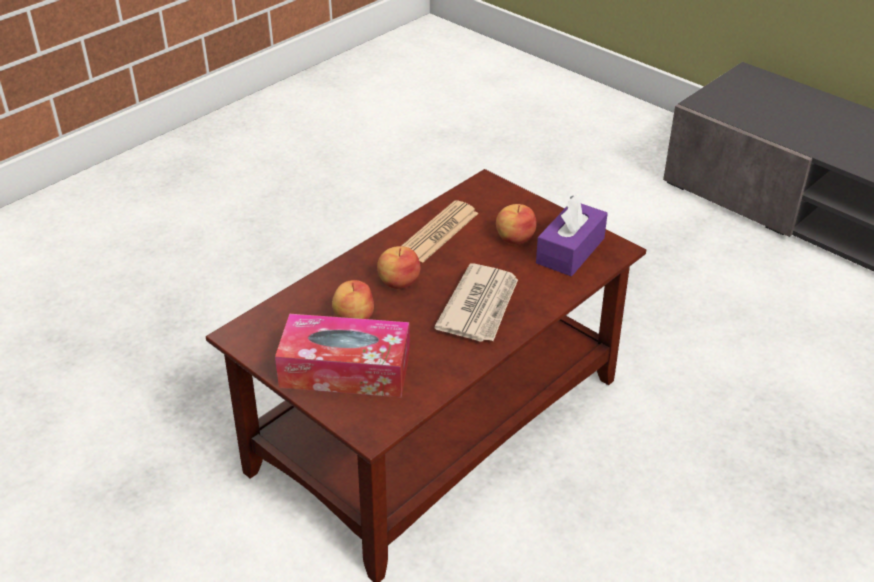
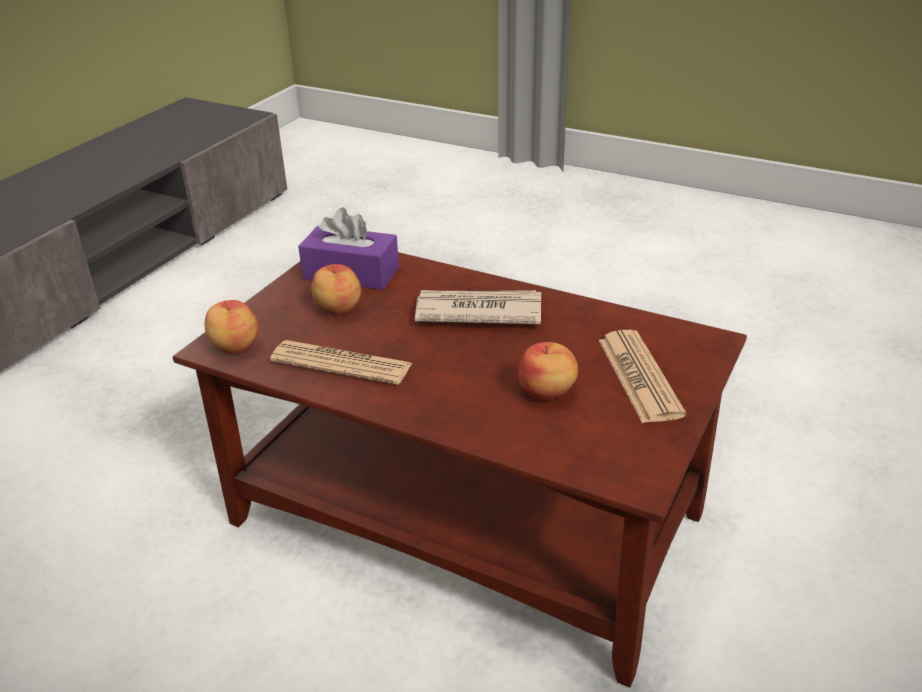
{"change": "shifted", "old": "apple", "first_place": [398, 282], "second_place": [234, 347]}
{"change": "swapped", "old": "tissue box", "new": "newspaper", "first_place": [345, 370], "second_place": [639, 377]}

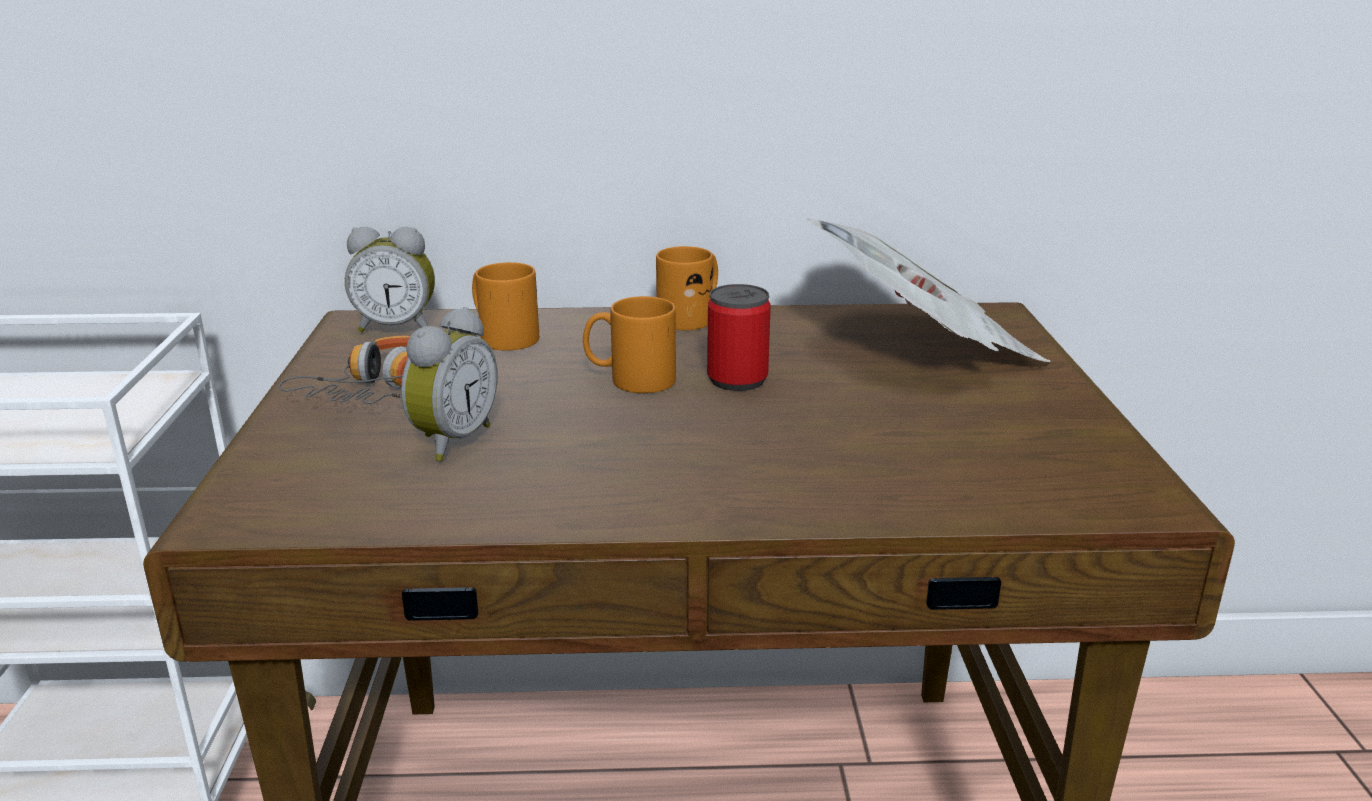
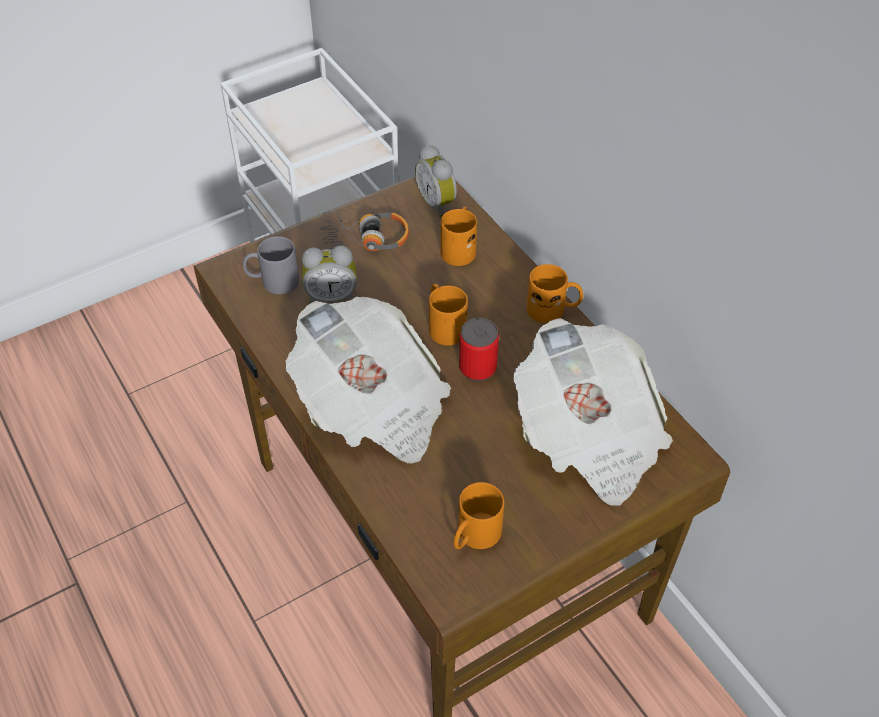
{"change": "new", "new": "mug (grey)", "second_place": [273, 282]}
{"change": "new", "new": "newspaper", "second_place": [373, 406]}
{"change": "new", "new": "mug (orange)", "second_place": [474, 537]}

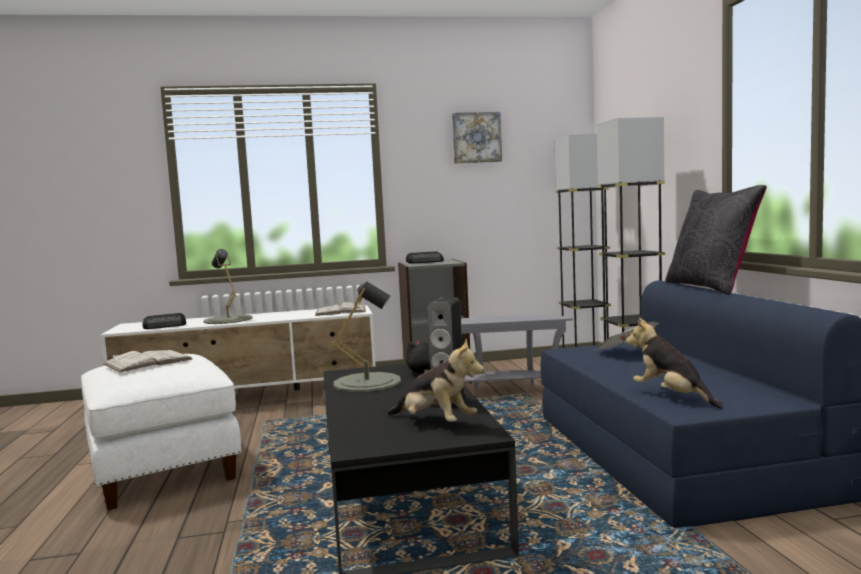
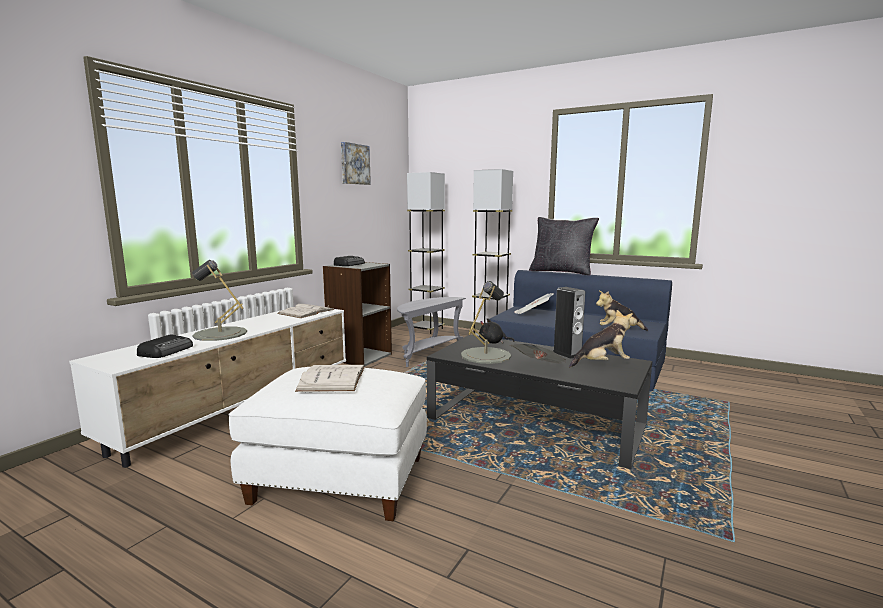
{"change": "new", "new": "newspaper", "second_place": [539, 369]}

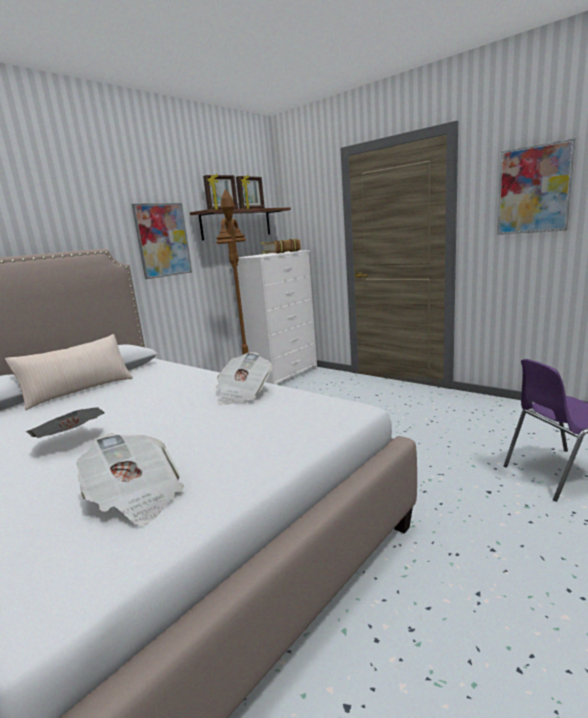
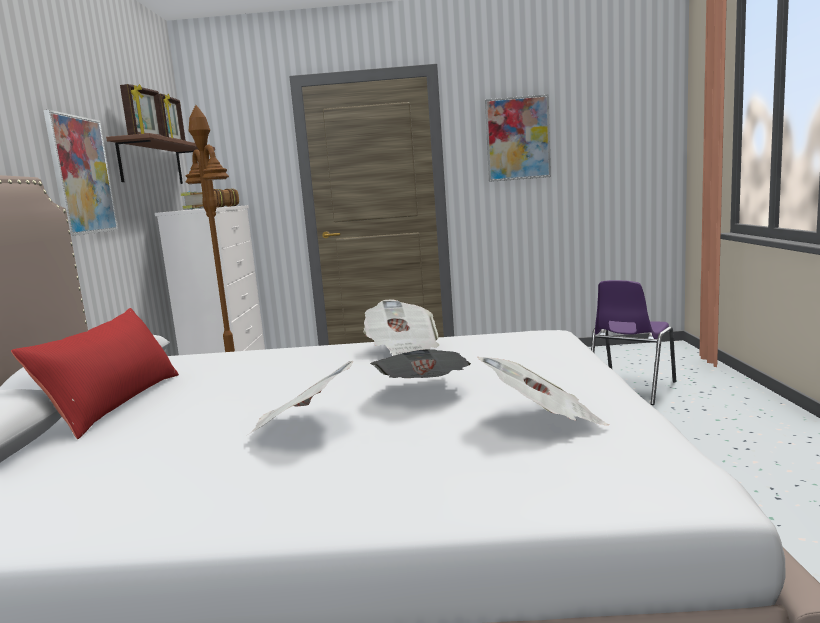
{"change": "repainted", "old": "pillow (beige)", "new": "pillow (red)", "first_place": [78, 390], "second_place": [115, 403]}
{"change": "new", "new": "newspaper", "second_place": [424, 392]}

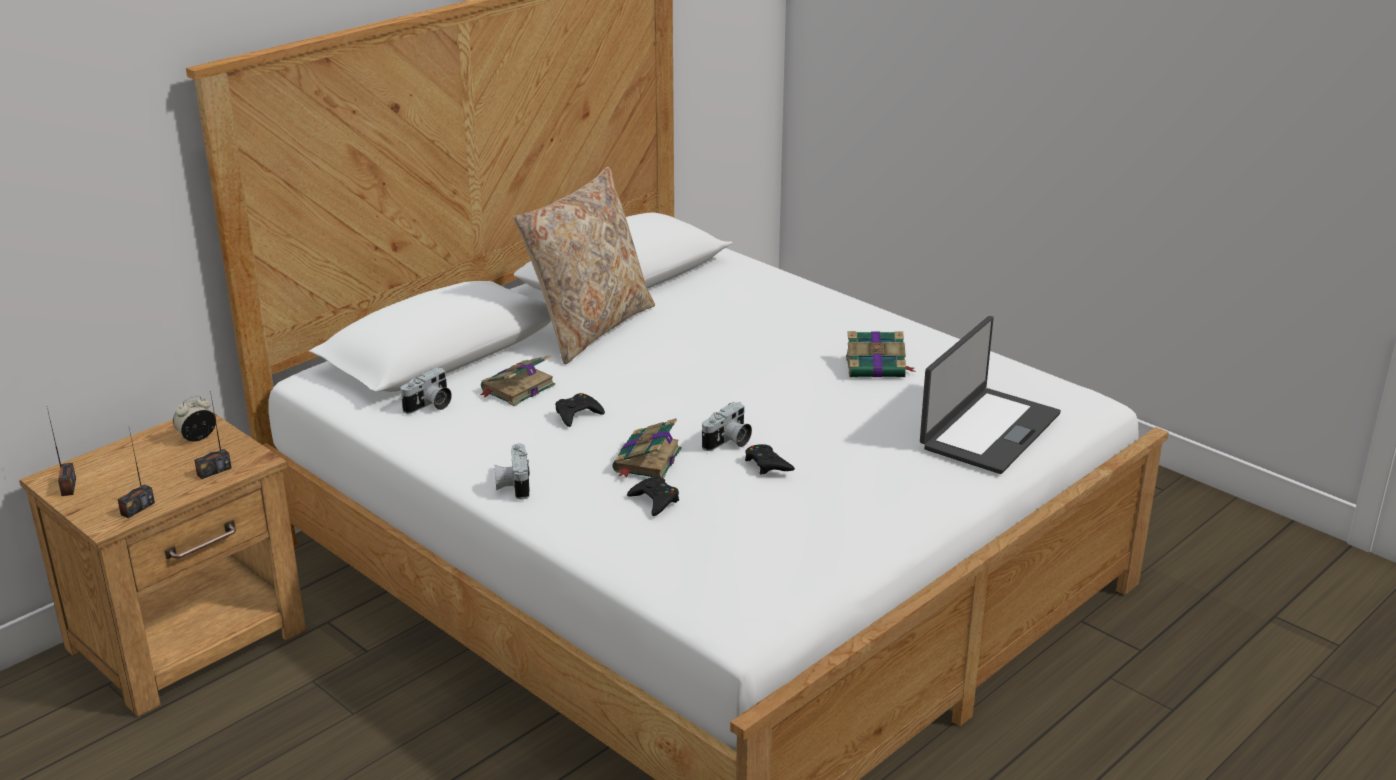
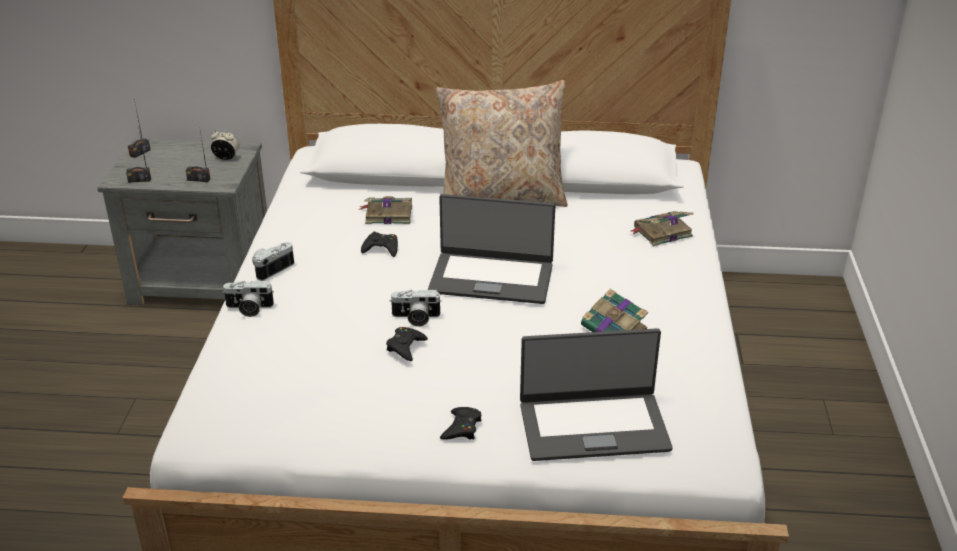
{"change": "repainted", "old": "nightstand (brown)", "new": "nightstand (grey)", "first_place": [190, 639], "second_place": [204, 280]}
{"change": "shifted", "old": "photo camera", "first_place": [430, 405], "second_place": [249, 309]}
{"change": "new", "new": "laptop", "second_place": [491, 277]}
{"change": "shifted", "old": "game controller (black)", "first_place": [655, 500], "second_place": [461, 428]}
{"change": "shifted", "old": "book", "first_place": [646, 461], "second_place": [661, 232]}

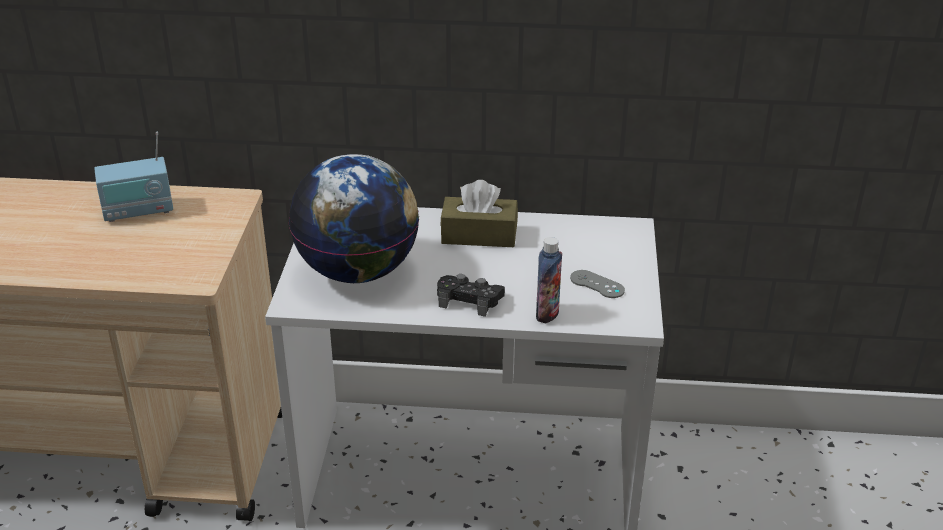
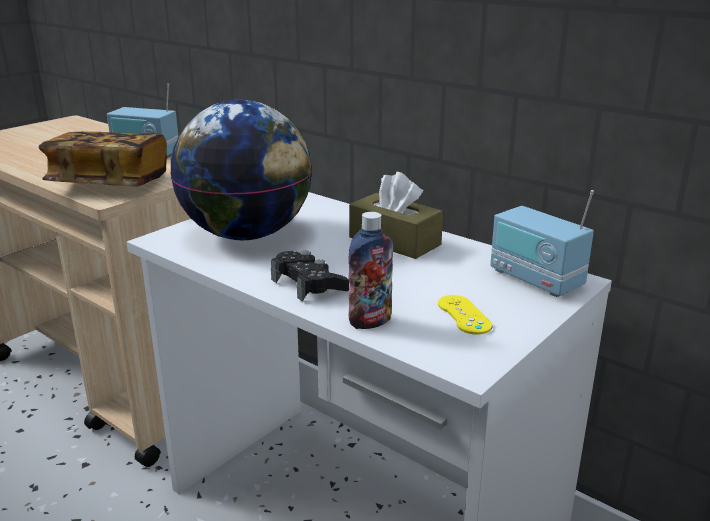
{"change": "new", "new": "book", "second_place": [110, 183]}
{"change": "repainted", "old": "game controller (grey)", "new": "game controller (yellow)", "first_place": [597, 284], "second_place": [464, 315]}
{"change": "new", "new": "radio", "second_place": [535, 280]}

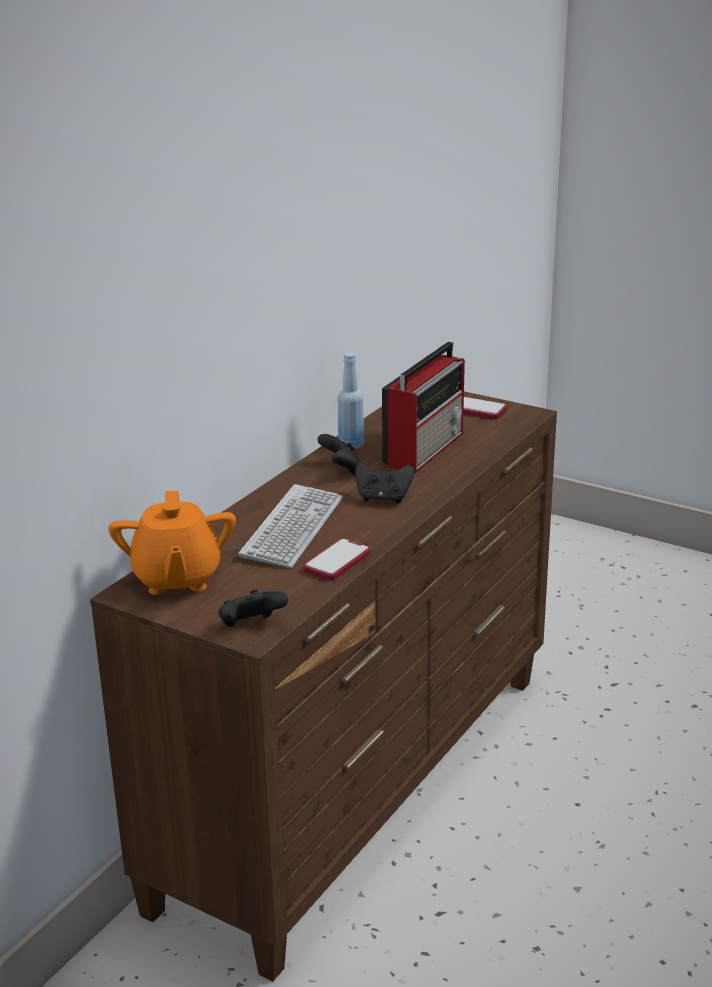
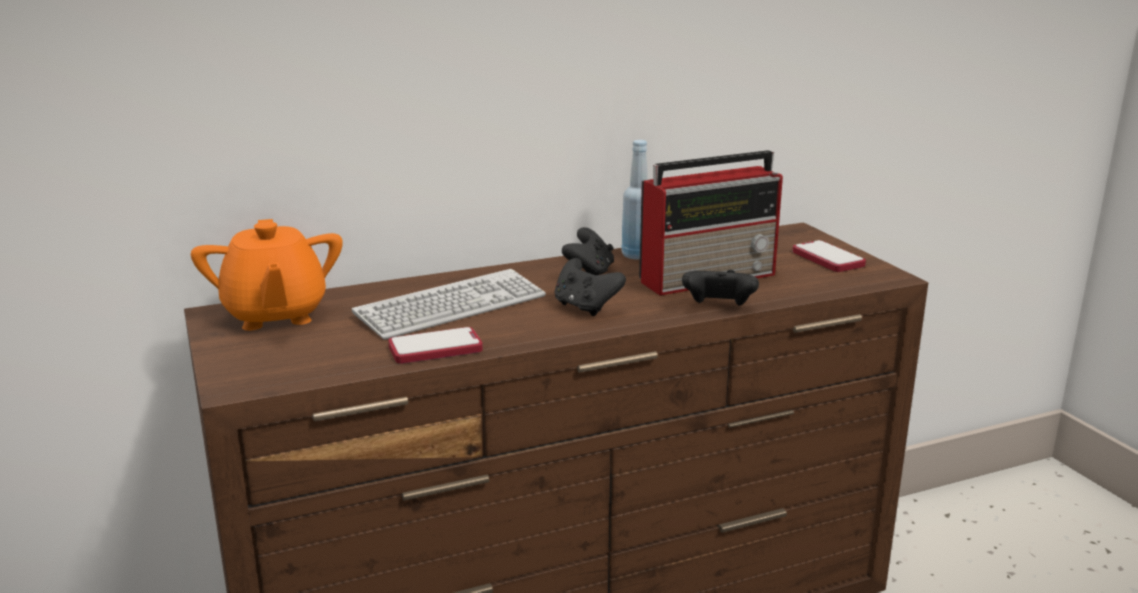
{"change": "rotated", "old": "teapot (orange)", "first_place": [177, 578], "second_place": [275, 315], "degrees": -45}
{"change": "shifted", "old": "game controller (black)", "first_place": [251, 626], "second_place": [718, 308]}

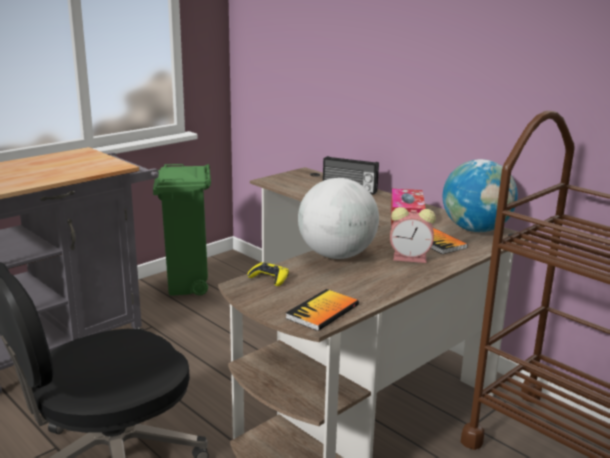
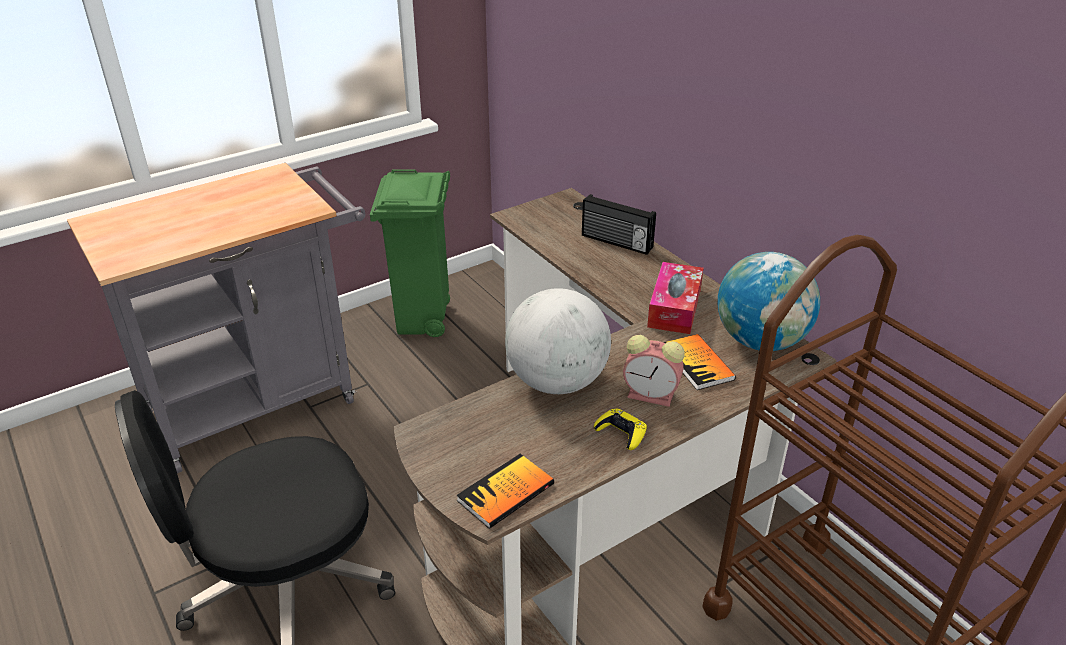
{"change": "shifted", "old": "game controller (yellow)", "first_place": [269, 278], "second_place": [621, 433]}

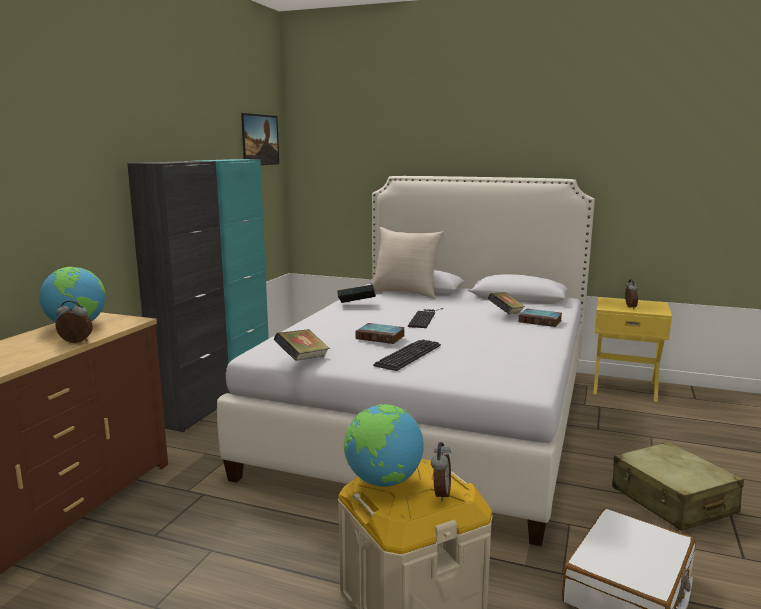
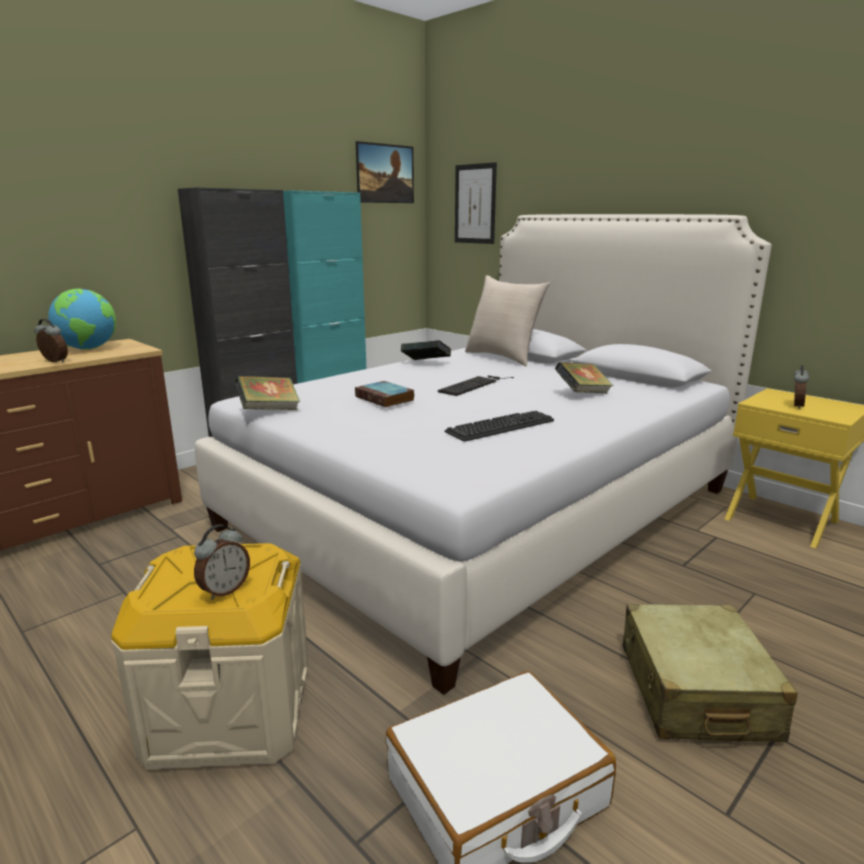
{"change": "shifted", "old": "keyboard", "first_place": [408, 355], "second_place": [500, 427]}
{"change": "new", "new": "picture", "second_place": [475, 204]}
{"change": "gone", "old": "globe", "first_place": [383, 481]}
{"change": "gone", "old": "book", "first_place": [541, 321]}

